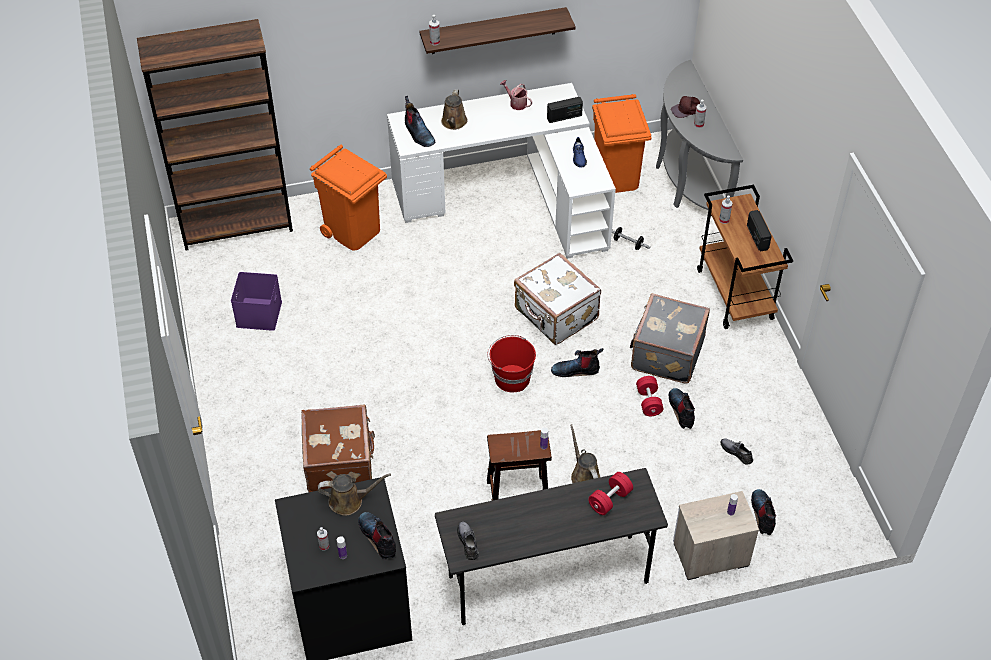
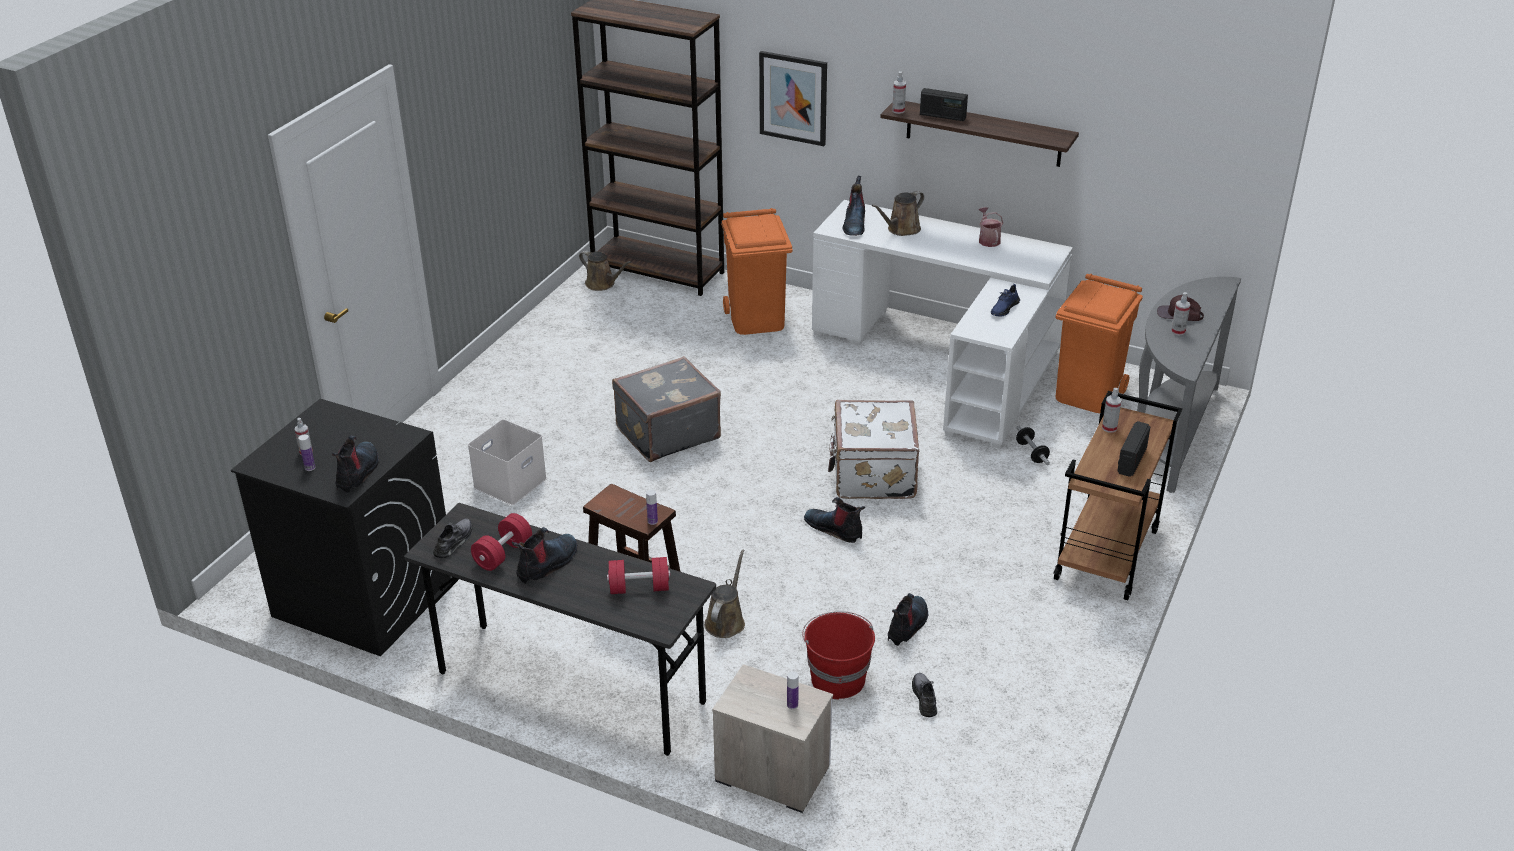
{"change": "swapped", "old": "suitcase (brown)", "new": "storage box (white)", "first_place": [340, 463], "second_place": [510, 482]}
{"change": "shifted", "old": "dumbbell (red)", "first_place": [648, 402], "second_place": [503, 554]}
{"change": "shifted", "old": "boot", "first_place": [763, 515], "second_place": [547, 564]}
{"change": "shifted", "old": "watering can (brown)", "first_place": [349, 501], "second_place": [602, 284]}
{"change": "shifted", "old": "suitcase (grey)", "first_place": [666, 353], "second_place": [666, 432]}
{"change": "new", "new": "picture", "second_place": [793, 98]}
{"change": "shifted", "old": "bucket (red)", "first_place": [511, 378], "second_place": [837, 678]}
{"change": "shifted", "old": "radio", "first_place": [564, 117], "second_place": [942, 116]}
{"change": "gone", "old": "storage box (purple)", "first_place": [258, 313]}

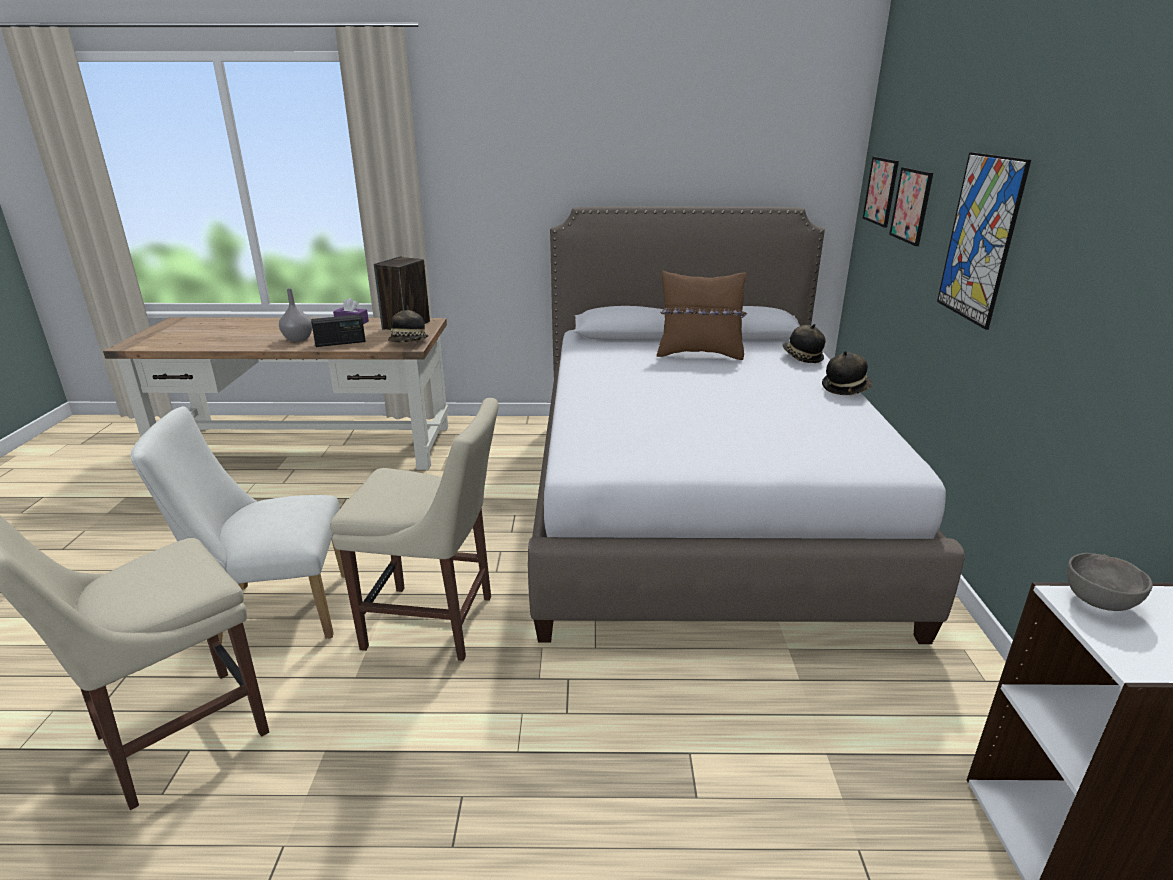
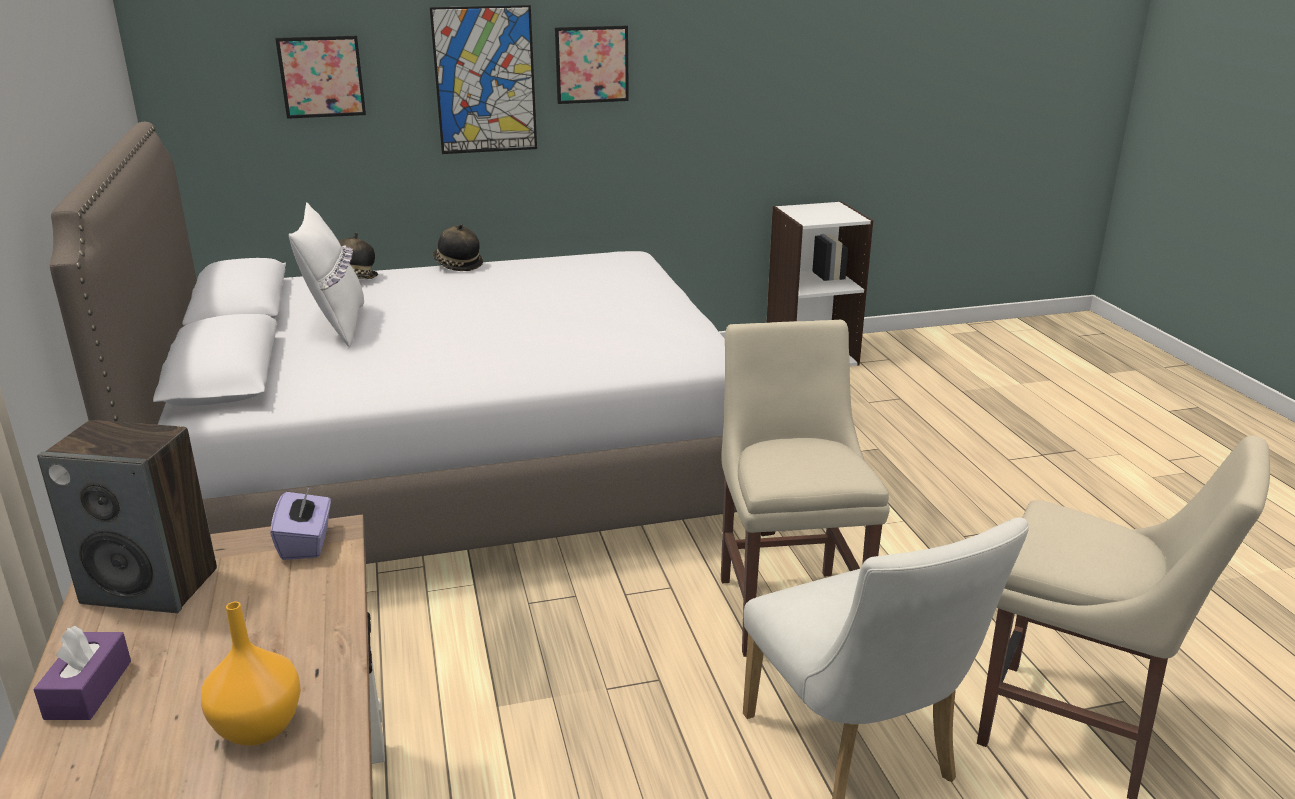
{"change": "repainted", "old": "vase (grey)", "new": "vase (orange)", "first_place": [298, 339], "second_place": [256, 728]}
{"change": "swapped", "old": "hat", "new": "tissue box (purple)", "first_place": [409, 343], "second_place": [306, 543]}
{"change": "repainted", "old": "pillow (brown)", "new": "pillow (white)", "first_place": [699, 354], "second_place": [336, 326]}
{"change": "shifted", "old": "picture", "first_place": [881, 191], "second_place": [592, 64]}
{"change": "gone", "old": "radio", "first_place": [340, 343]}
{"change": "gone", "old": "bowl (grey)", "first_place": [1099, 602]}

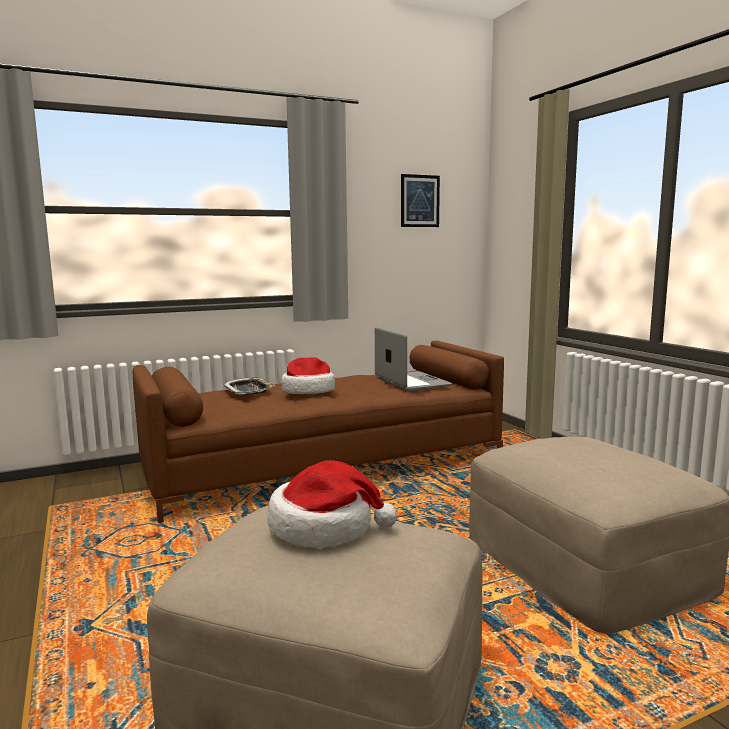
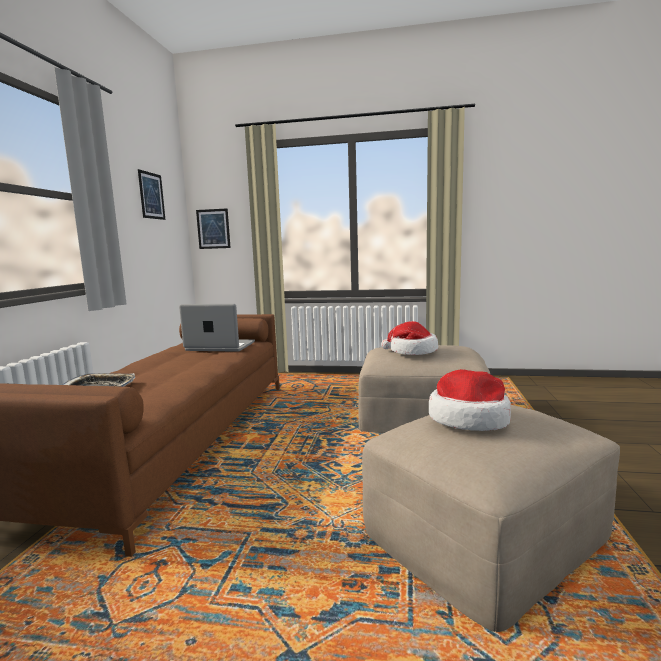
{"change": "new", "new": "picture", "second_place": [213, 229]}
{"change": "shifted", "old": "hat", "first_place": [308, 391], "second_place": [412, 351]}

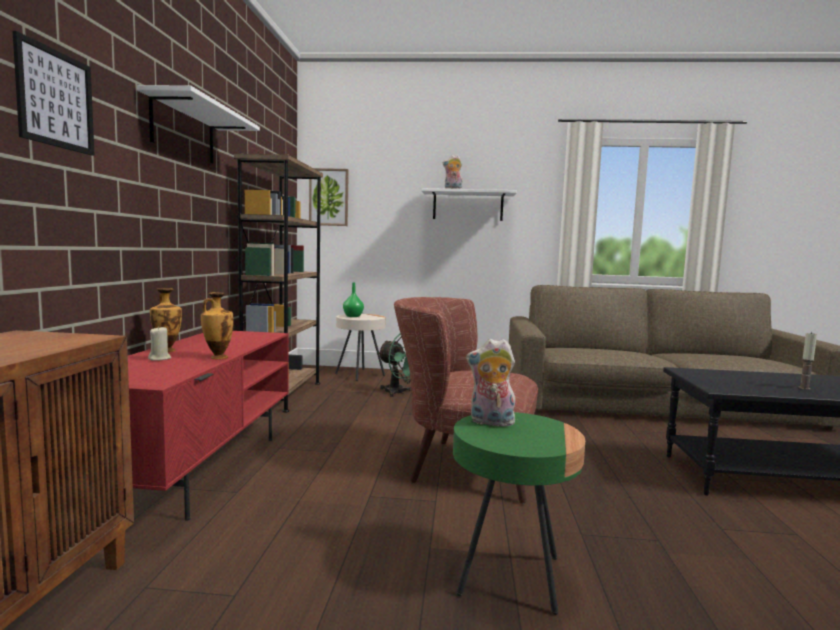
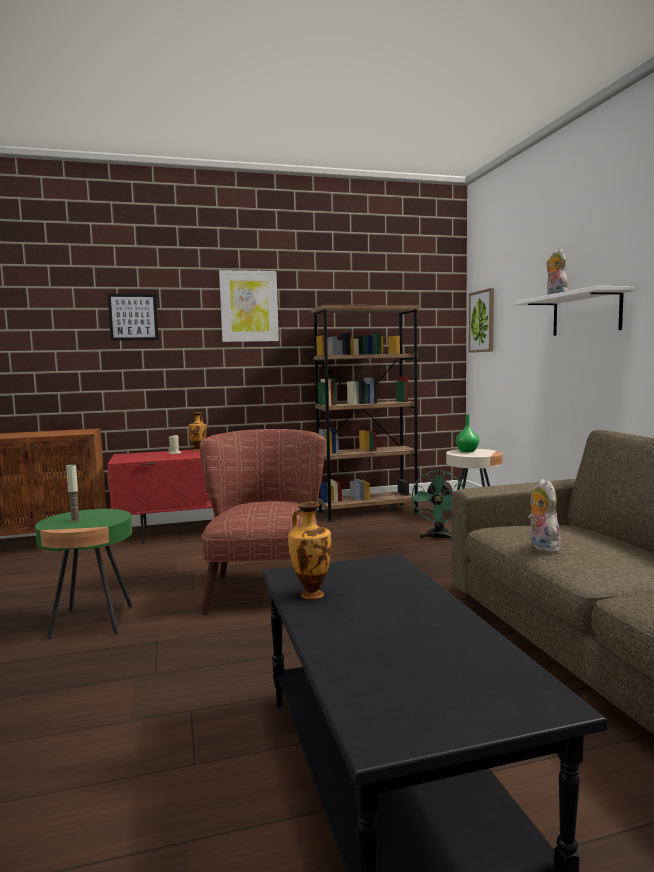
{"change": "shifted", "old": "candle", "first_place": [804, 388], "second_place": [75, 520]}
{"change": "swapped", "old": "shelf (white)", "new": "picture", "first_place": [183, 131], "second_place": [249, 306]}
{"change": "shifted", "old": "vase", "first_place": [217, 357], "second_place": [311, 594]}
{"change": "shifted", "old": "plush toy", "first_place": [490, 422], "second_place": [541, 547]}

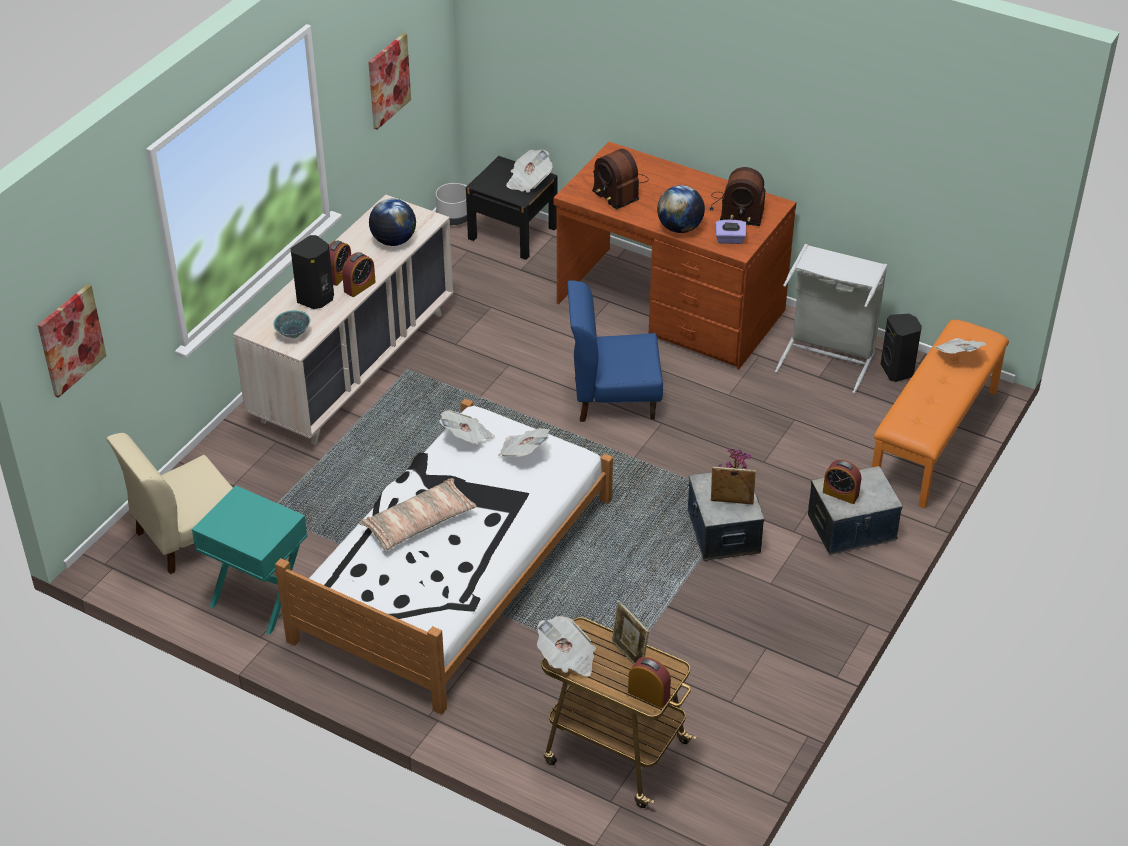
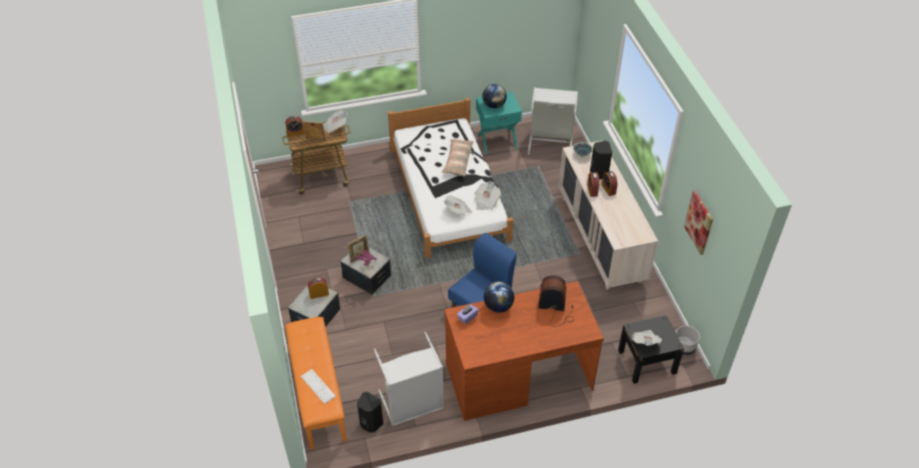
{"change": "swapped", "old": "newspaper", "new": "keyboard", "first_place": [958, 356], "second_place": [318, 386]}
{"change": "shifted", "old": "globe", "first_place": [393, 241], "second_place": [494, 105]}
{"change": "swapped", "old": "chair (beige)", "new": "laundry basket (grey)", "first_place": [187, 536], "second_place": [550, 141]}
{"change": "gone", "old": "picture", "first_place": [71, 340]}
{"change": "gone", "old": "radio", "first_place": [736, 209]}

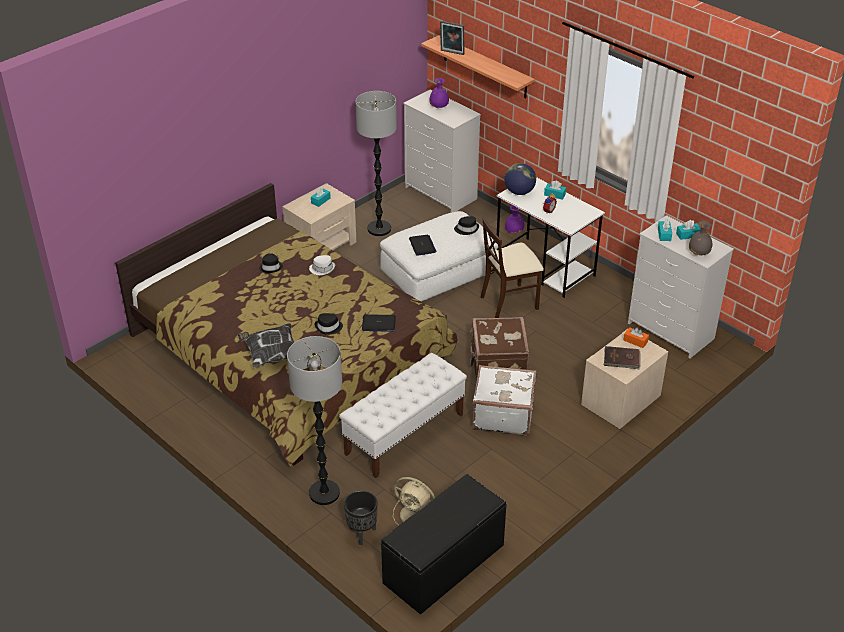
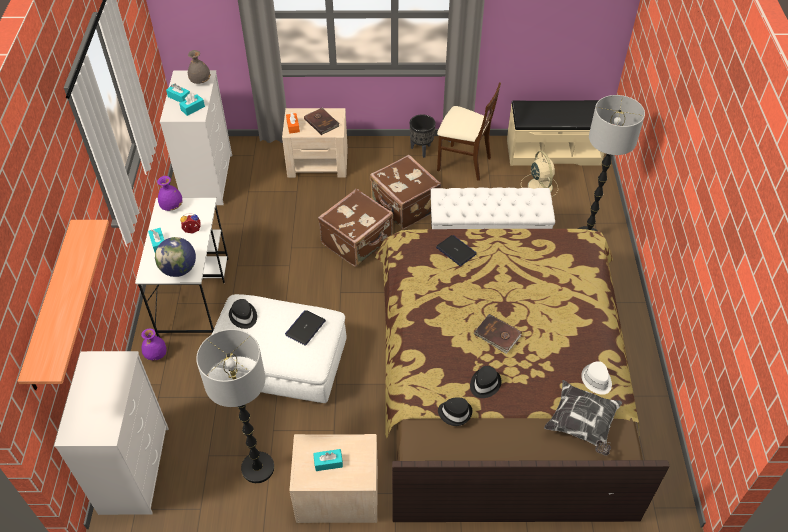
{"change": "shifted", "old": "vase (purple)", "first_place": [439, 107], "second_place": [172, 206]}
{"change": "repainted", "old": "suitcase (white)", "new": "suitcase (brown)", "first_place": [502, 414], "second_place": [404, 206]}
{"change": "shifted", "old": "planter (black)", "first_place": [362, 534], "second_place": [421, 150]}
{"change": "shifted", "old": "chair (beige)", "first_place": [509, 302], "second_place": [463, 163]}
{"change": "shifted", "old": "hat (black)", "first_place": [328, 327], "second_place": [455, 412]}
{"change": "new", "new": "book (brown)", "second_place": [497, 335]}
{"change": "repainted", "old": "bench (black)", "new": "bench (beige)", "first_place": [444, 564], "second_place": [553, 151]}
{"change": "shifted", "old": "pillow", "first_place": [271, 354], "second_place": [582, 424]}
{"change": "shifted", "old": "hat (white)", "first_place": [322, 268], "second_place": [596, 380]}
{"change": "gone", "old": "picture frame", "first_place": [452, 53]}

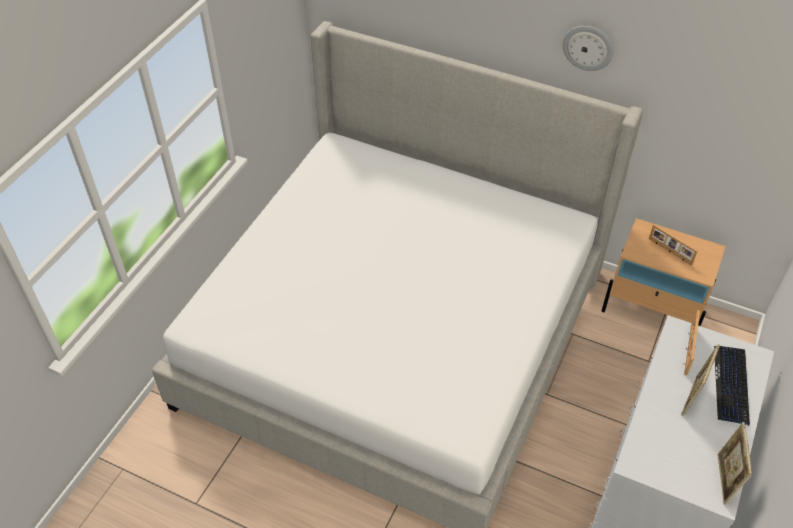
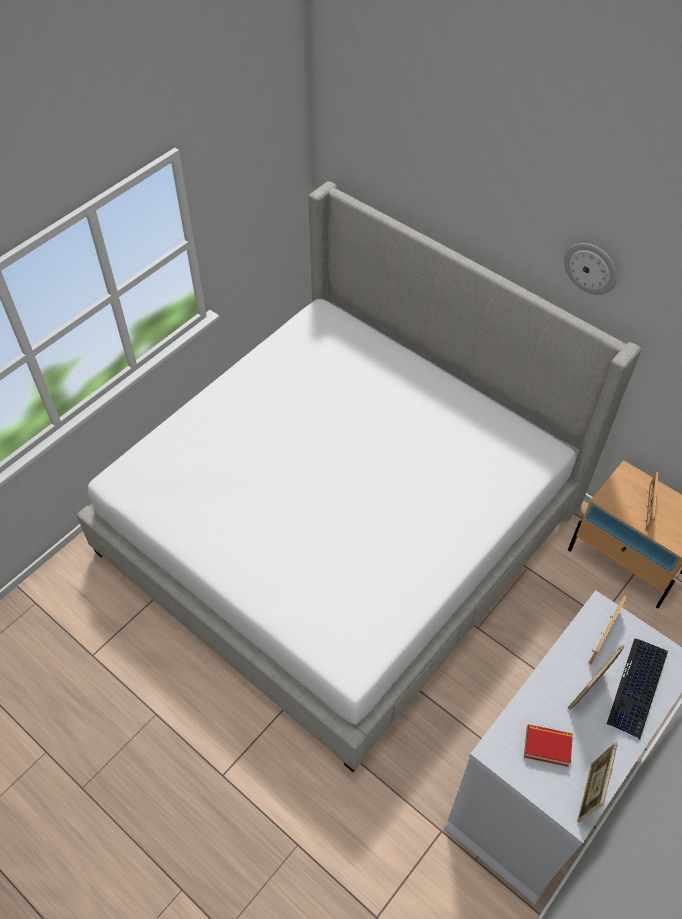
{"change": "new", "new": "book", "second_place": [547, 747]}
{"change": "rotated", "old": "picture frame", "first_place": [669, 251], "second_place": [648, 507], "degrees": 45}

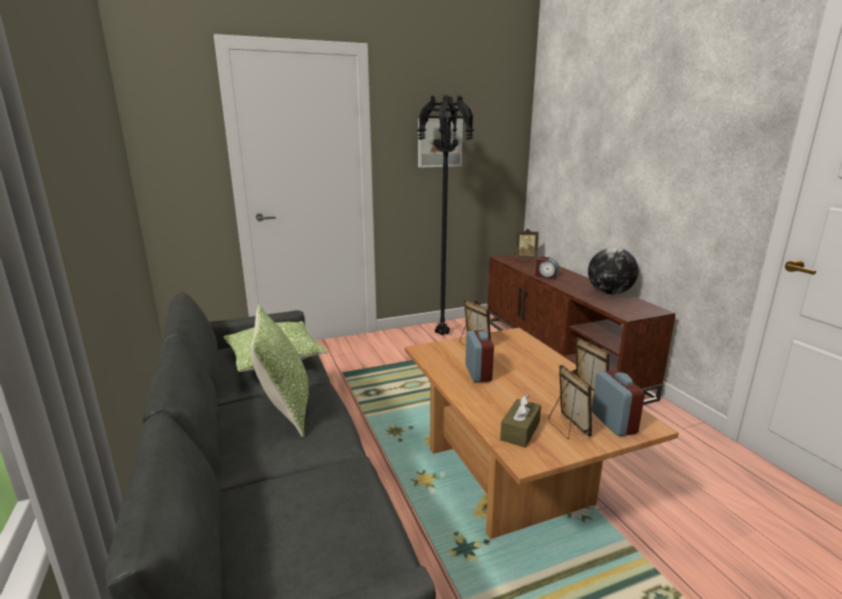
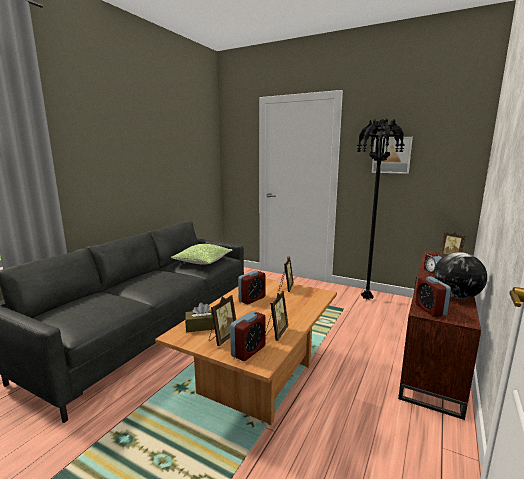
{"change": "new", "new": "alarm clock", "second_place": [430, 310]}
{"change": "gone", "old": "pillow", "first_place": [285, 409]}

